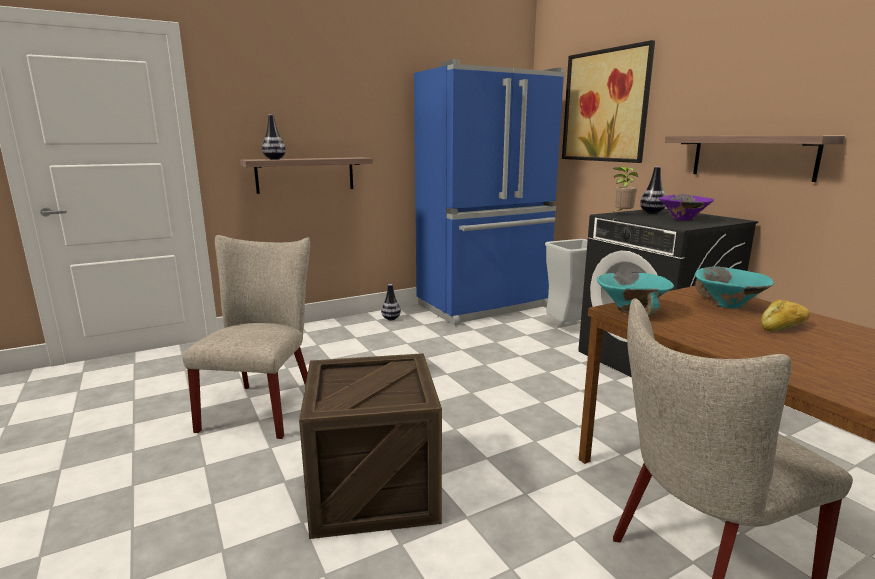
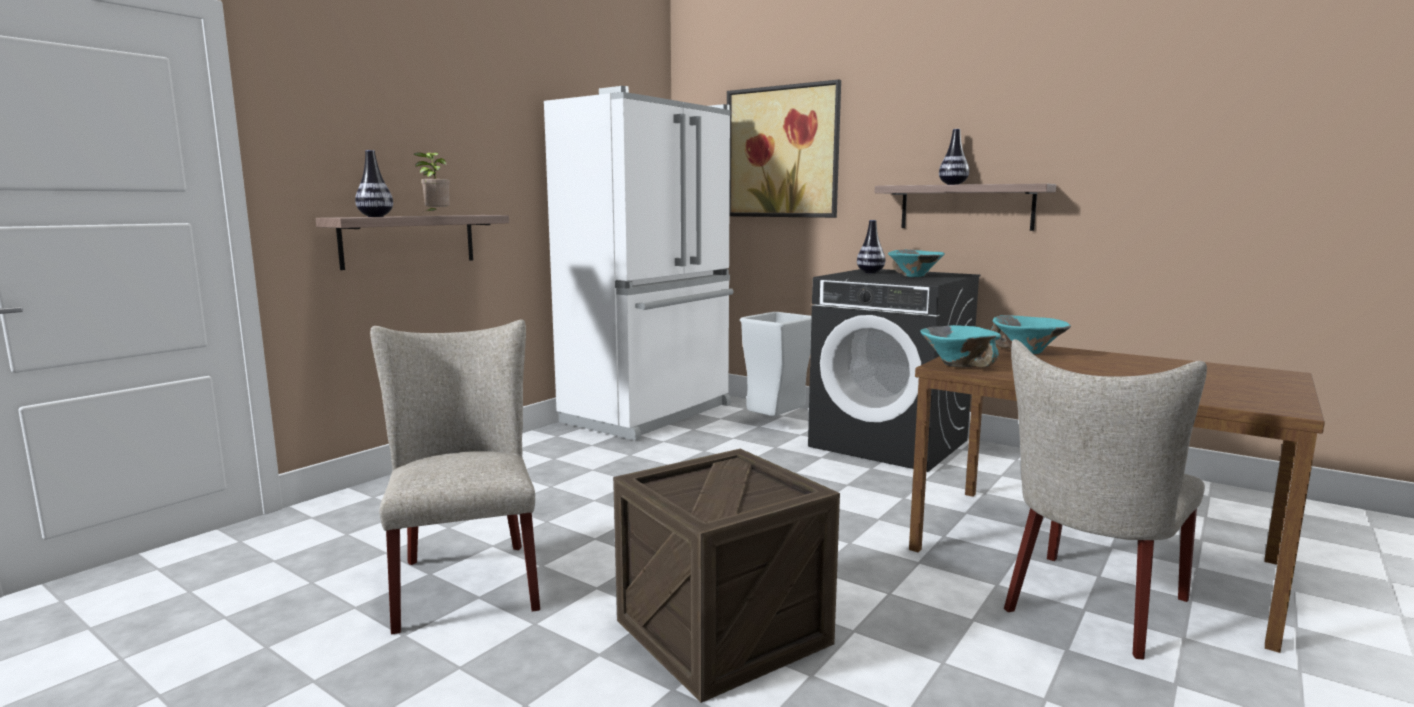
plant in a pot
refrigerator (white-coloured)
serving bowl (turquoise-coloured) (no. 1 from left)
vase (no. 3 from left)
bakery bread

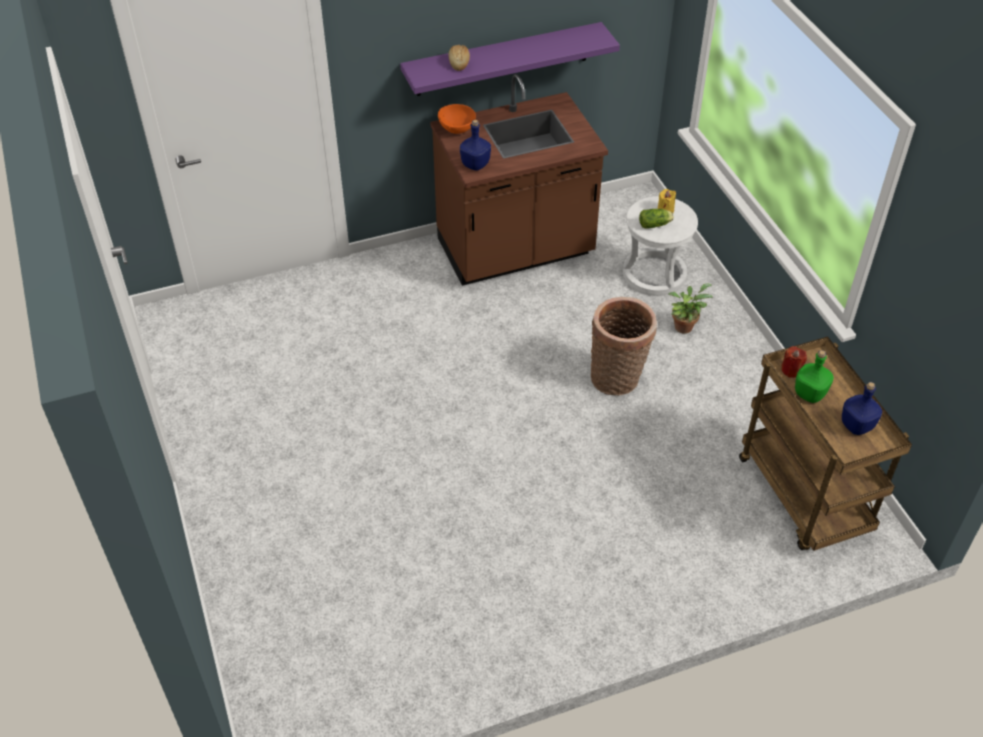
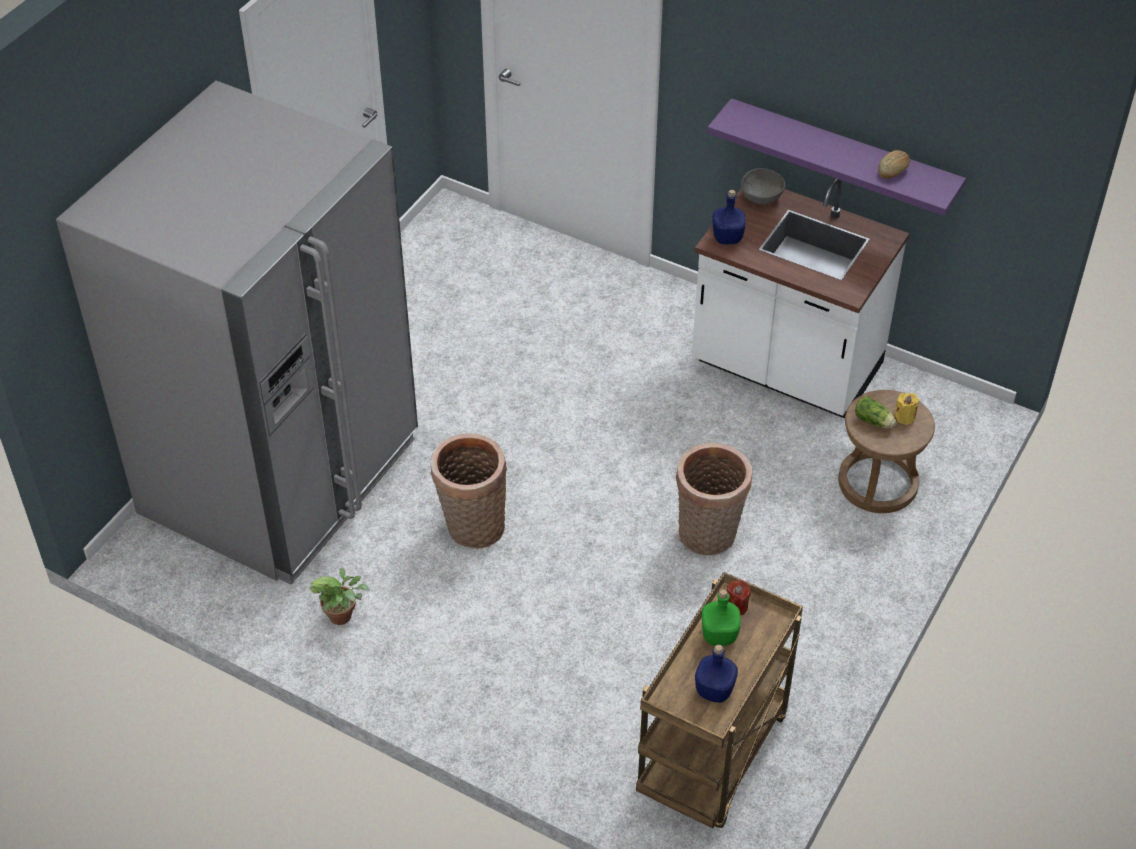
refrigerator (gray)
plant in a pot
household basket (no. 1 from left)
kitchen counter (white-coloured)
serving bowl (gray)
stool seat (brown)
bakery bread

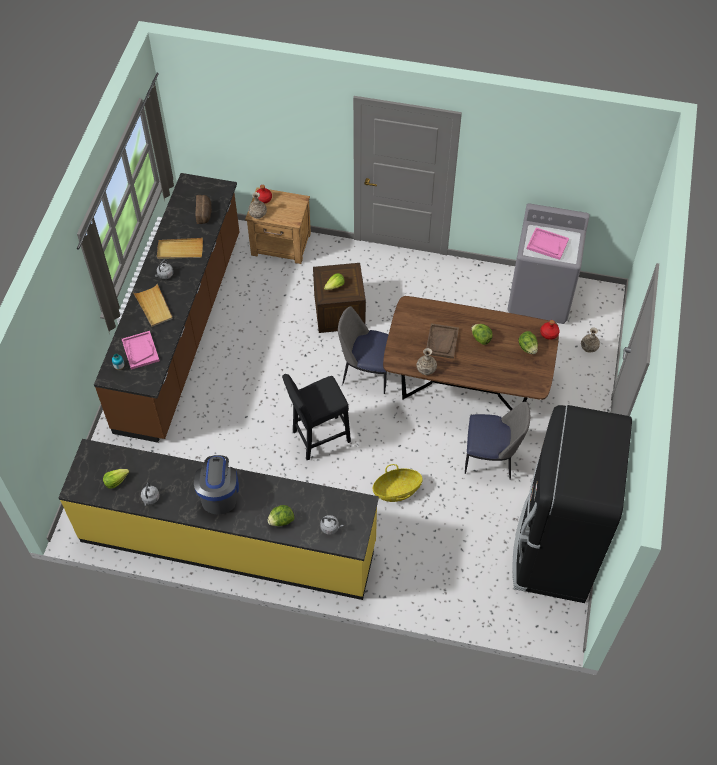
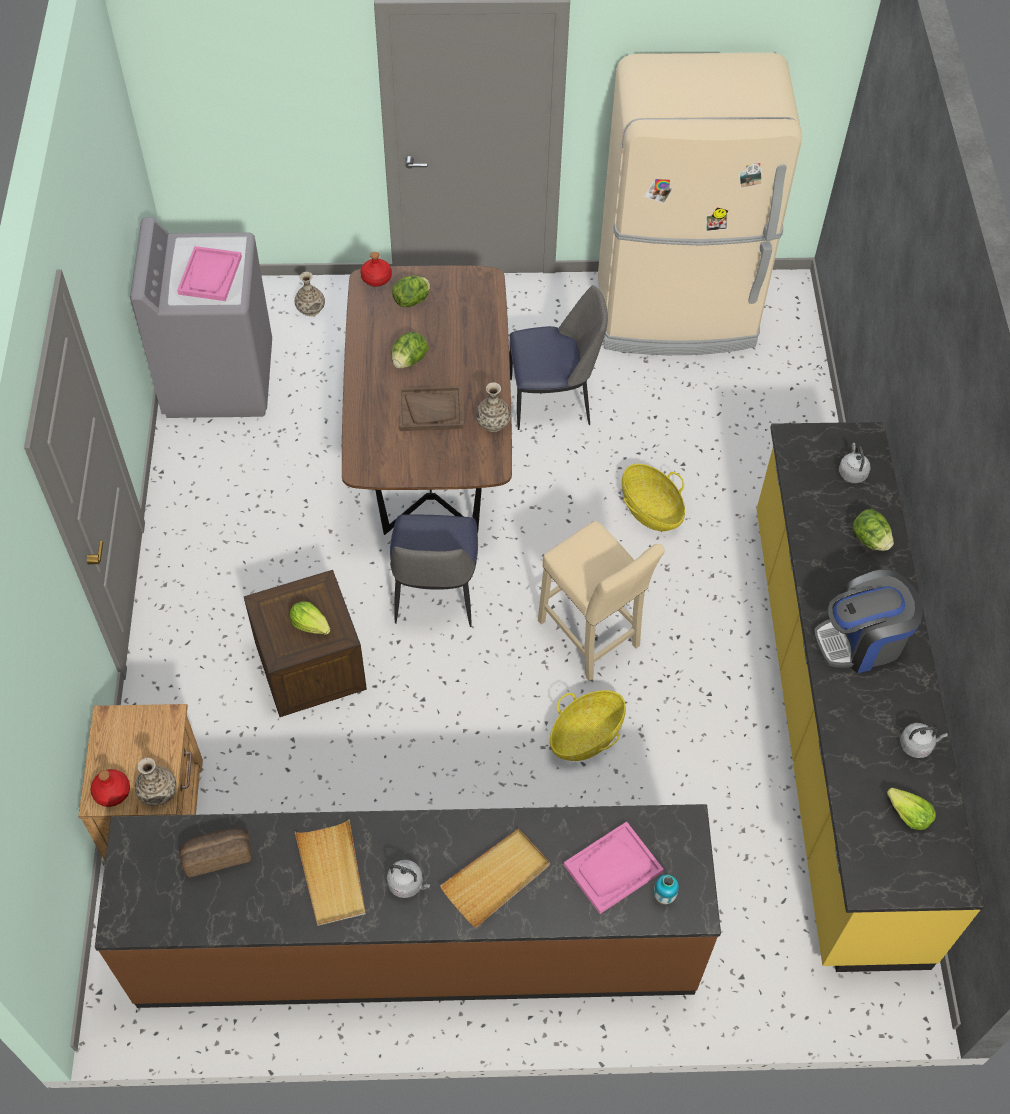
chair (no. 2 from left)
stool seat (beige-coloured)
household basket (no. 1 from left)
refrigerator (beige-coloured)

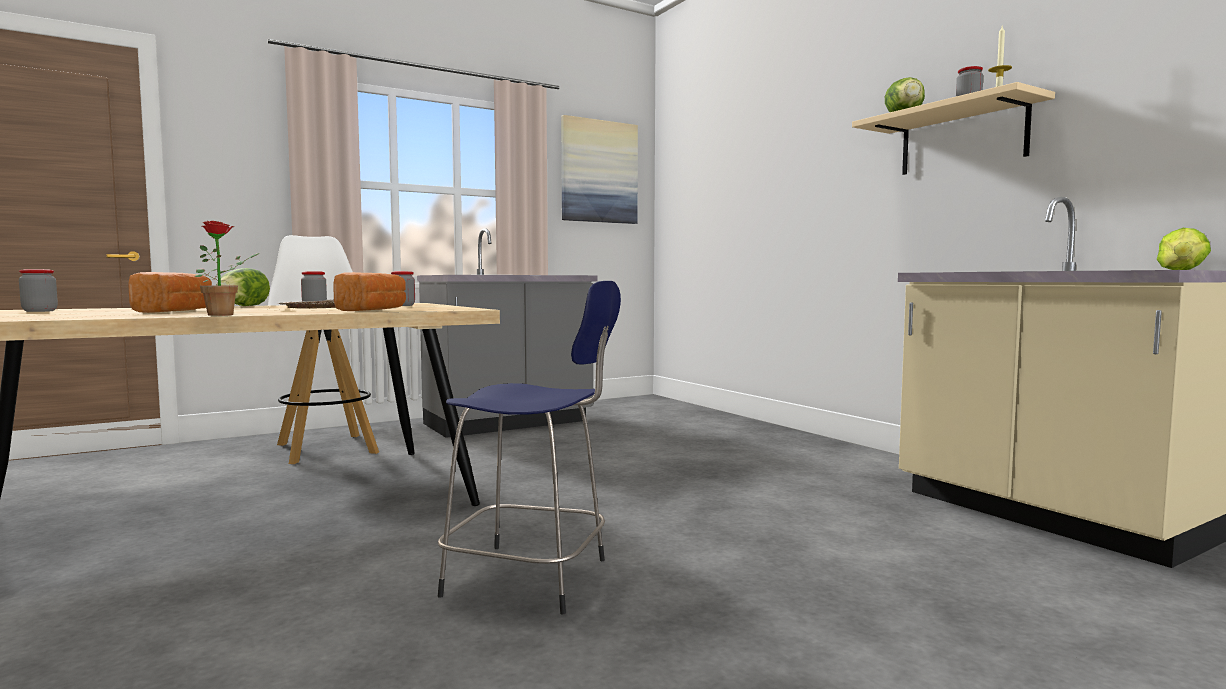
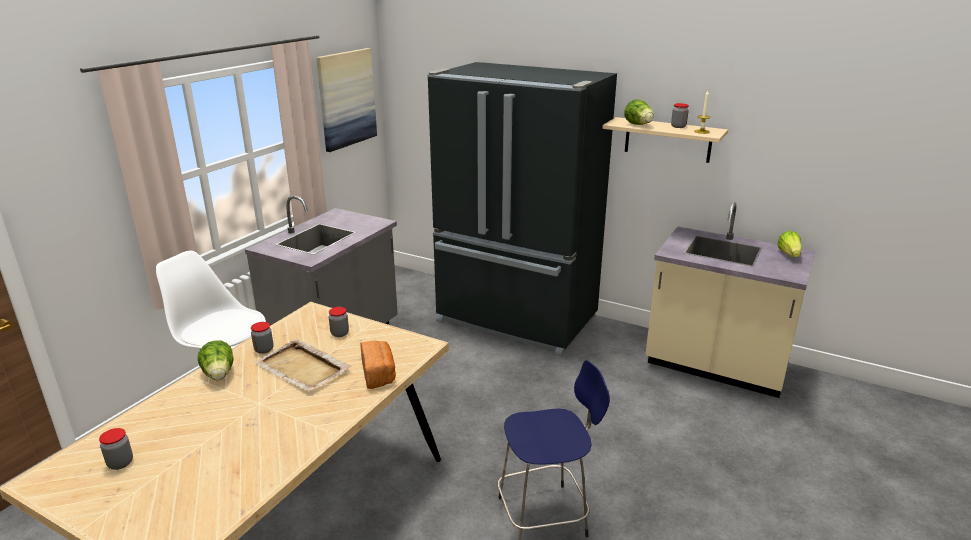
refrigerator (black-coloured)
bakery bread (no. 1 from left in the first image)
plant in a pot

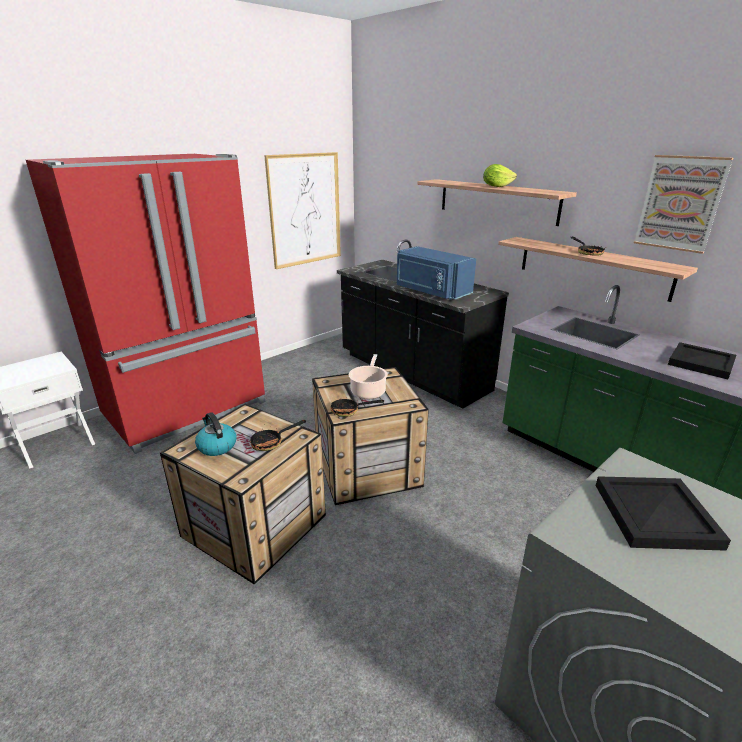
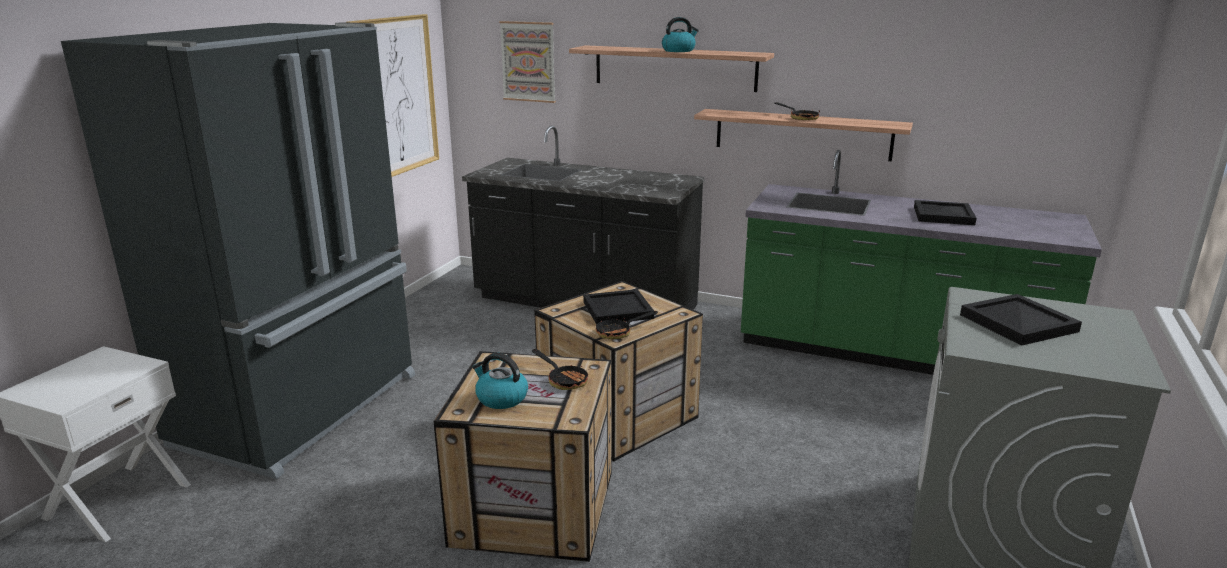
refrigerator (black-coloured)
picture (no. 2 from left)
frying pan (no. 1 from left)
tray (black-coloured) (no. 1 from left)
water kettle (no. 2 from left)
microwave (bluish)

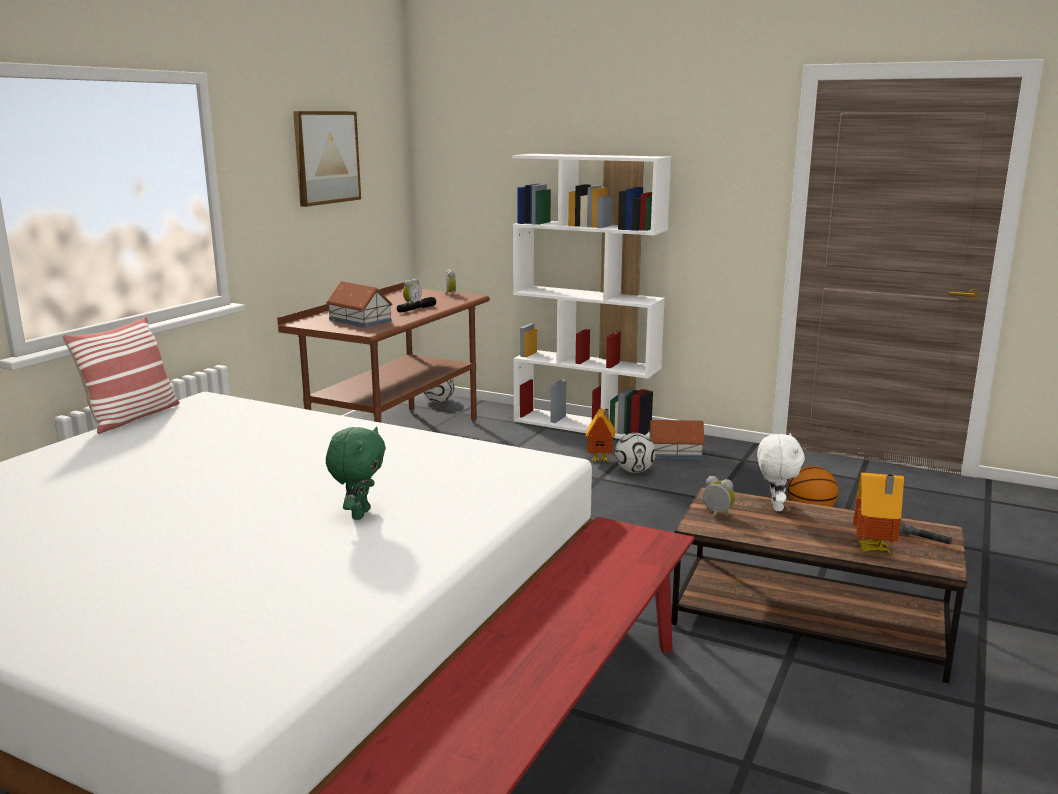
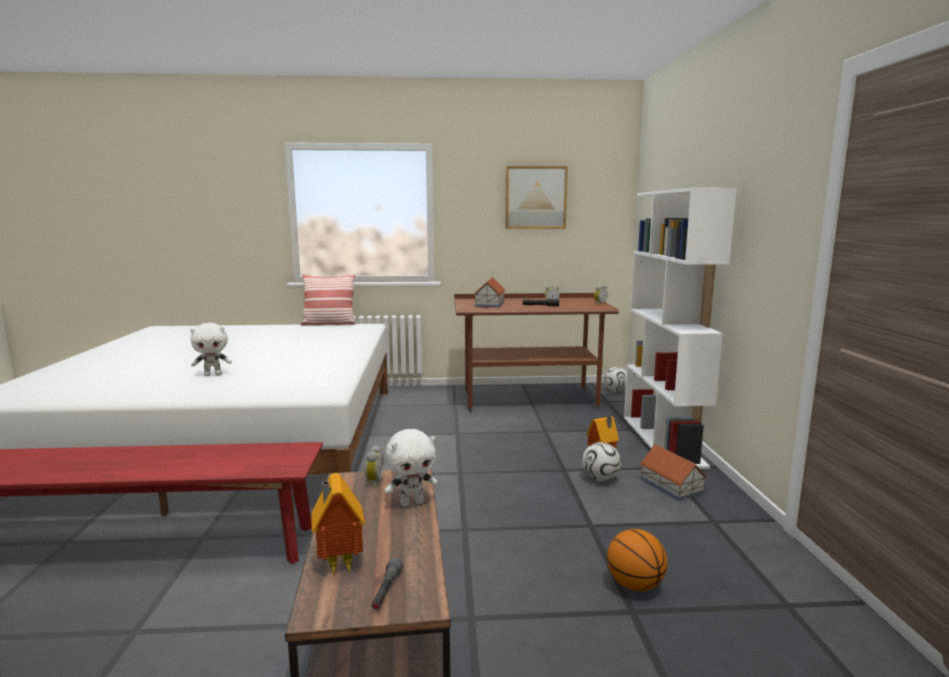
cuddly toy (white-coloured) (no. 1 from left)

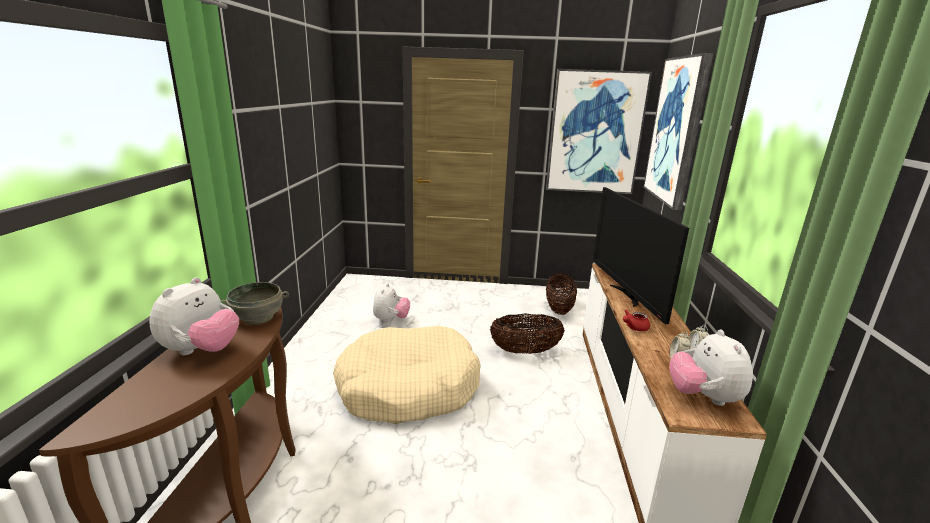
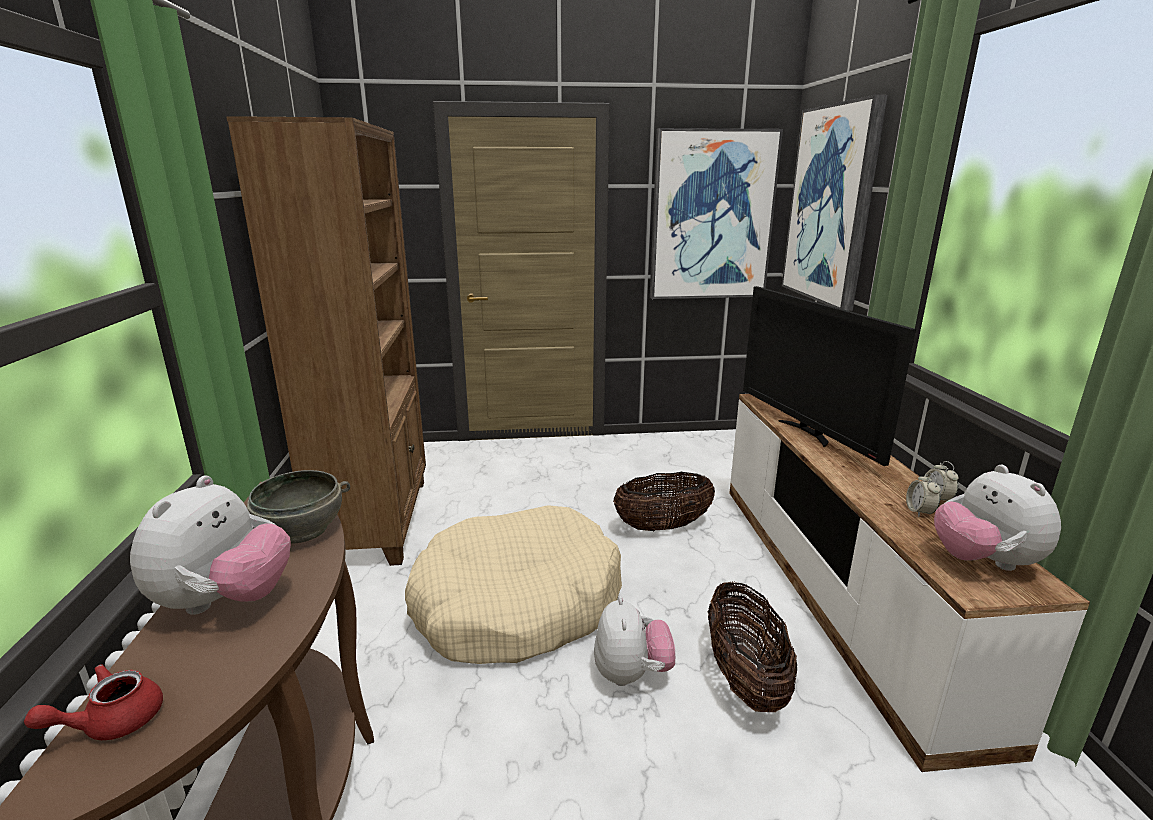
pot for tea (red-coloured)
bookcase (brown)
cuddly toy (no. 2 from left)
household basket (no. 2 from left)

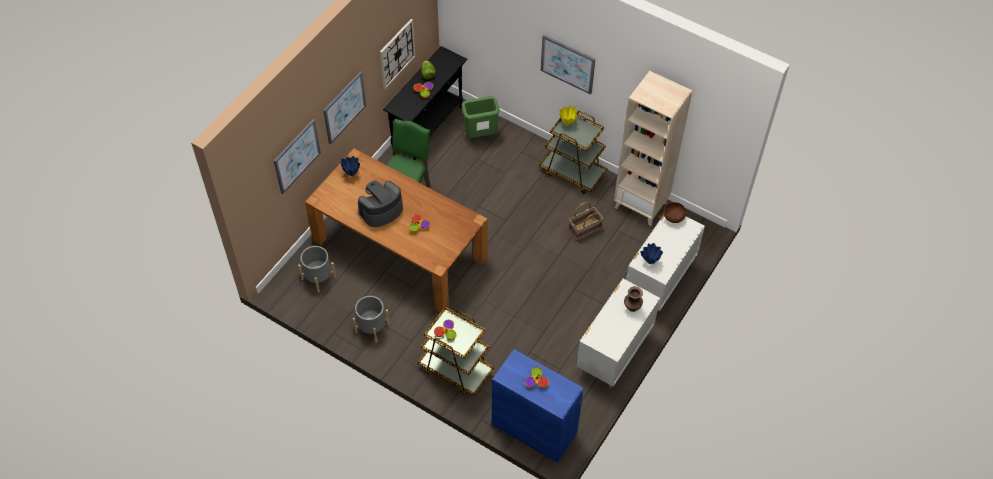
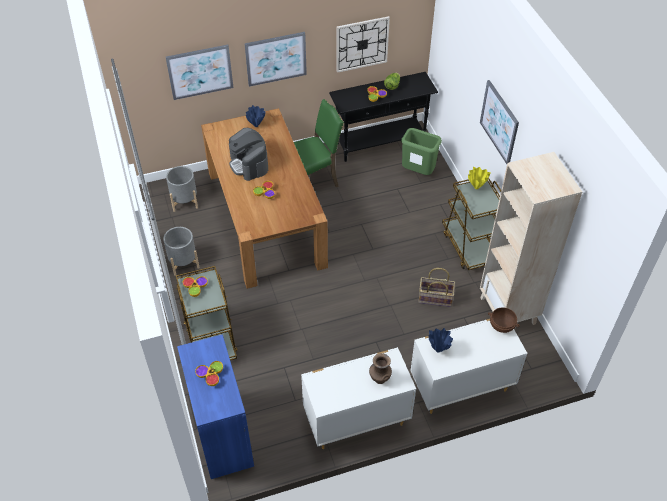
coffee maker

